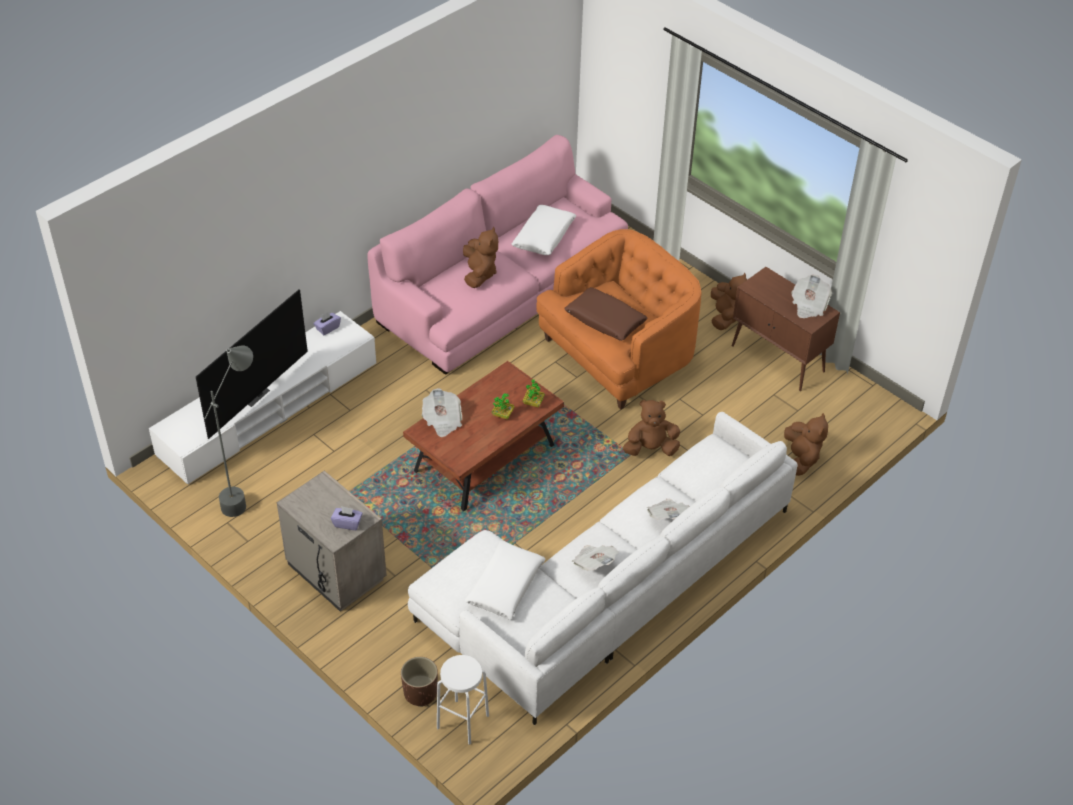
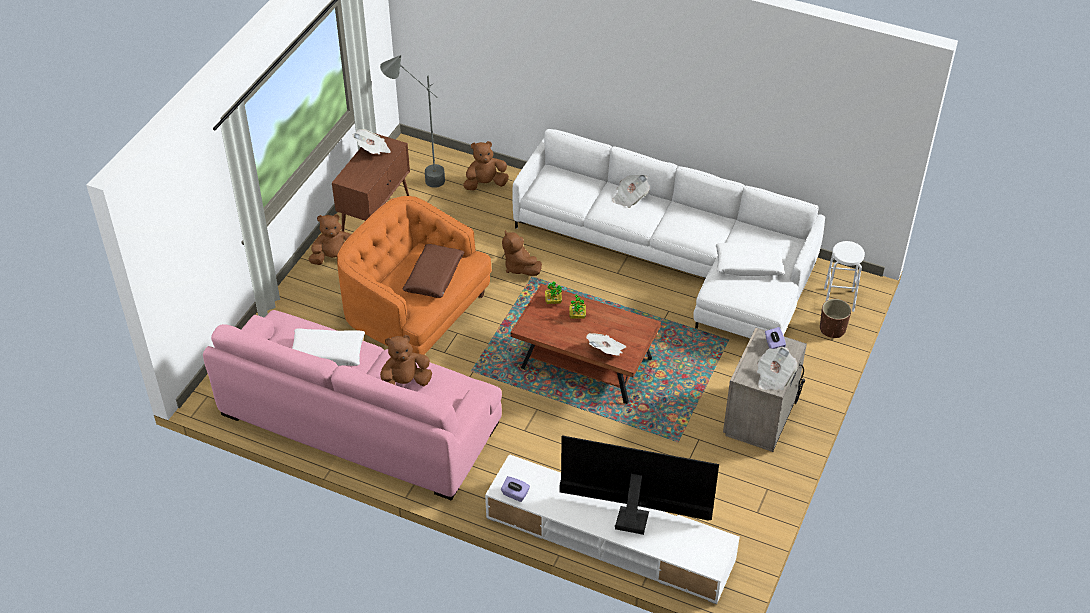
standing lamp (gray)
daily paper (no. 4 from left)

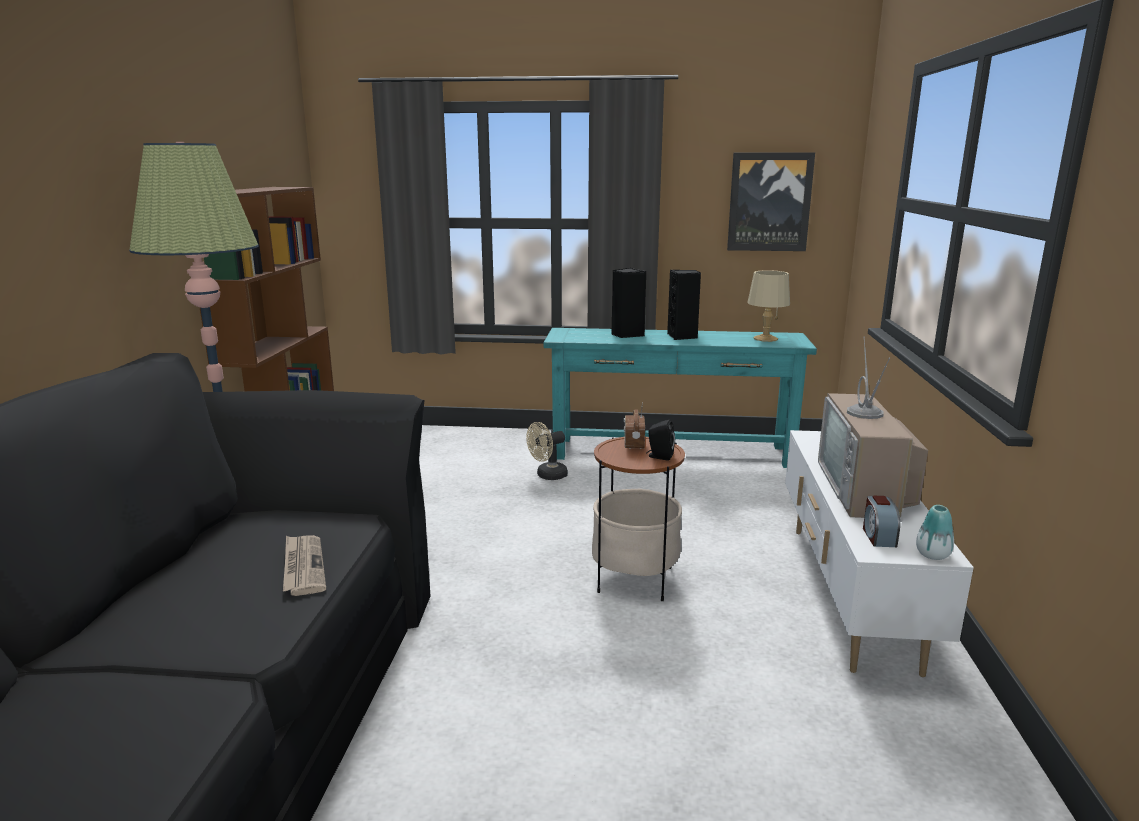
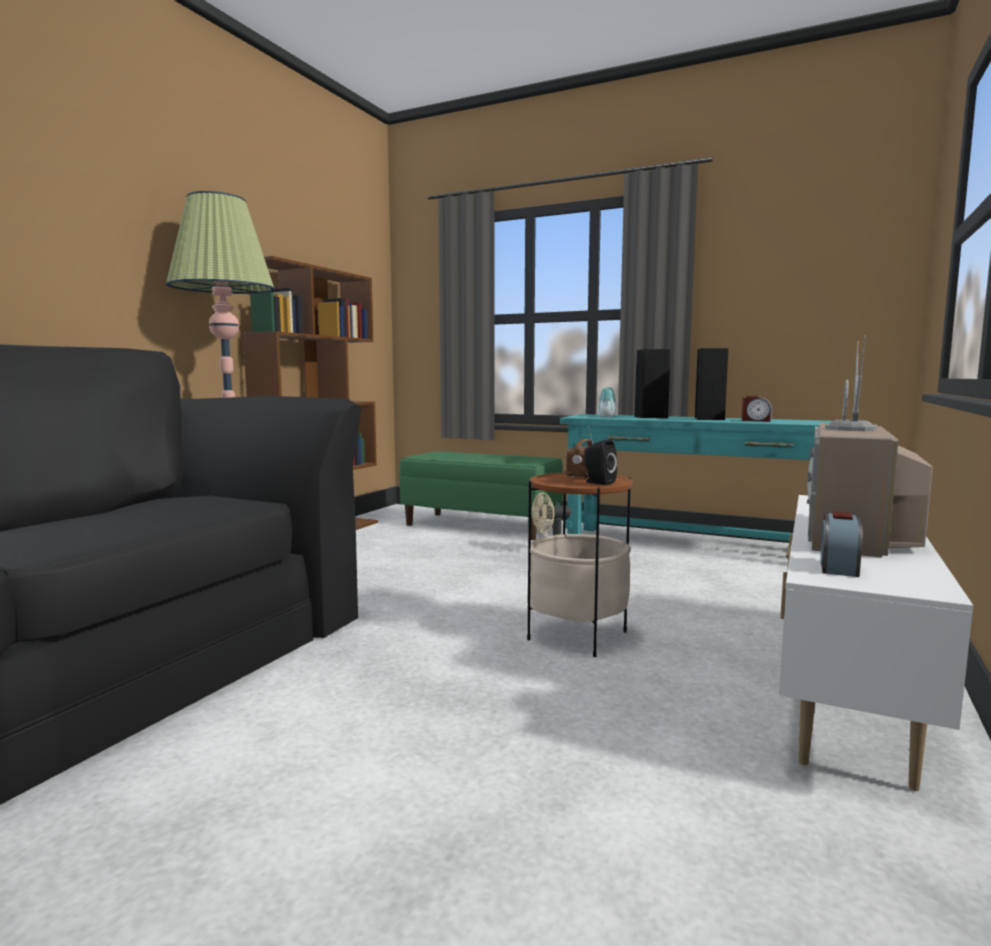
long seat (greenish)
vase
bedside clock (no. 1 from left)
daily paper
picture
table lamp (beige-coloured)

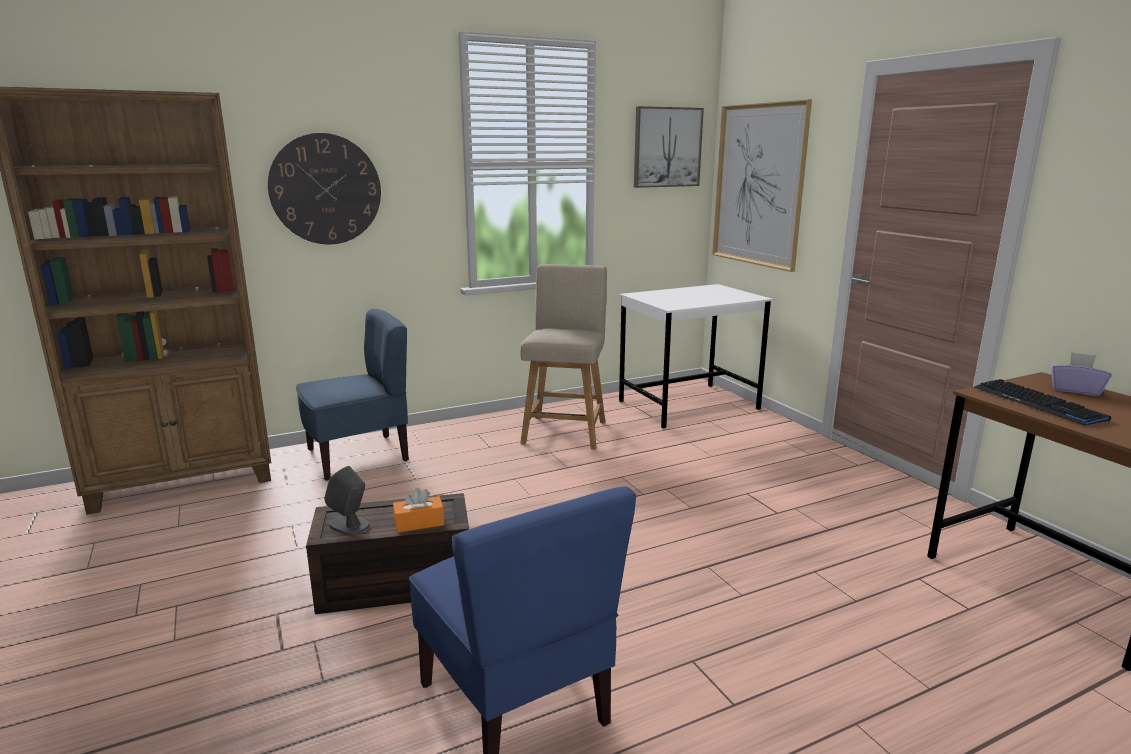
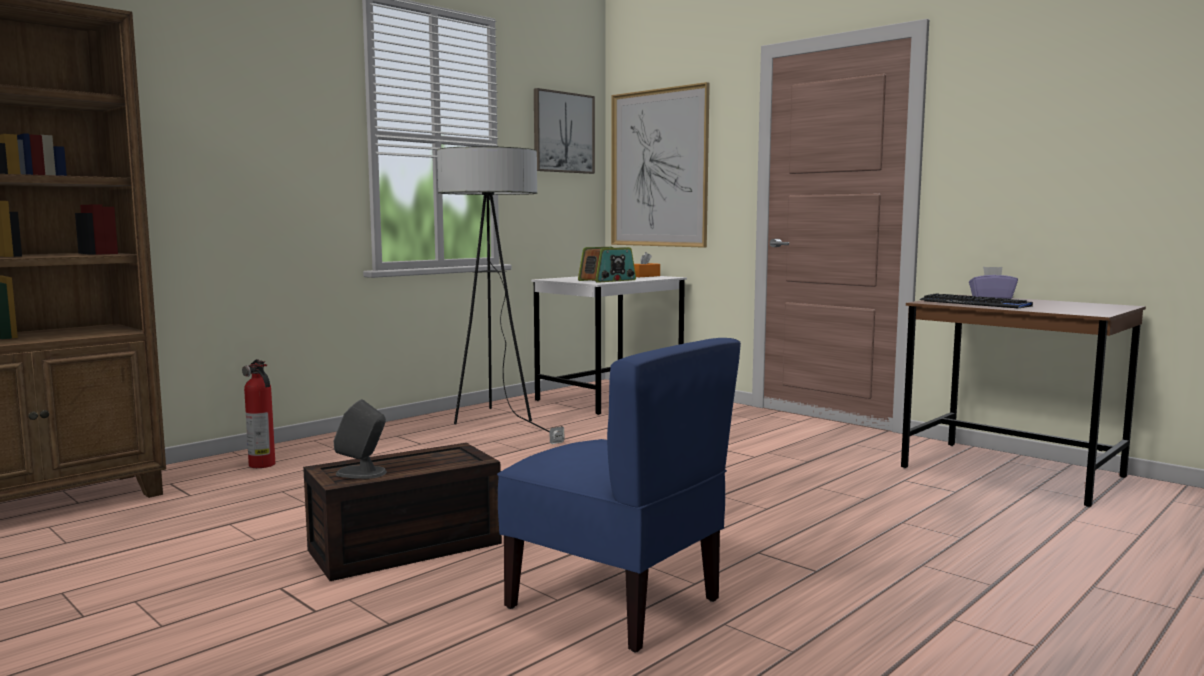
fire extinguisher
standing lamp
radio
tissue box (orangey)
clock on the wall

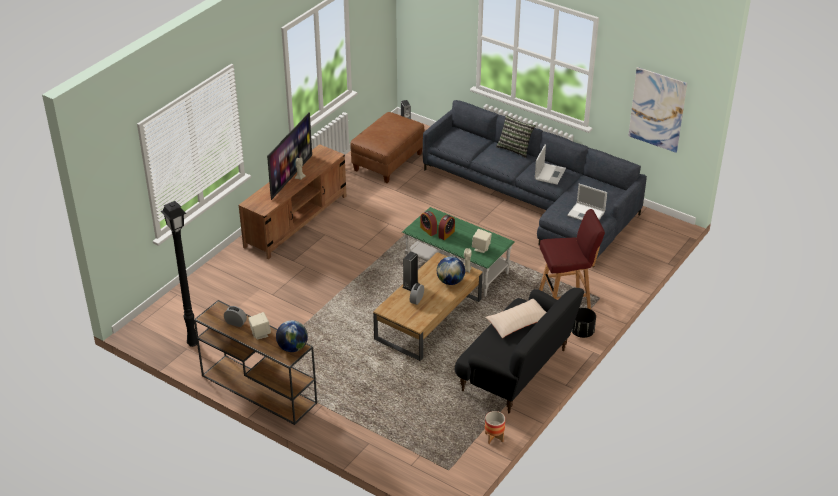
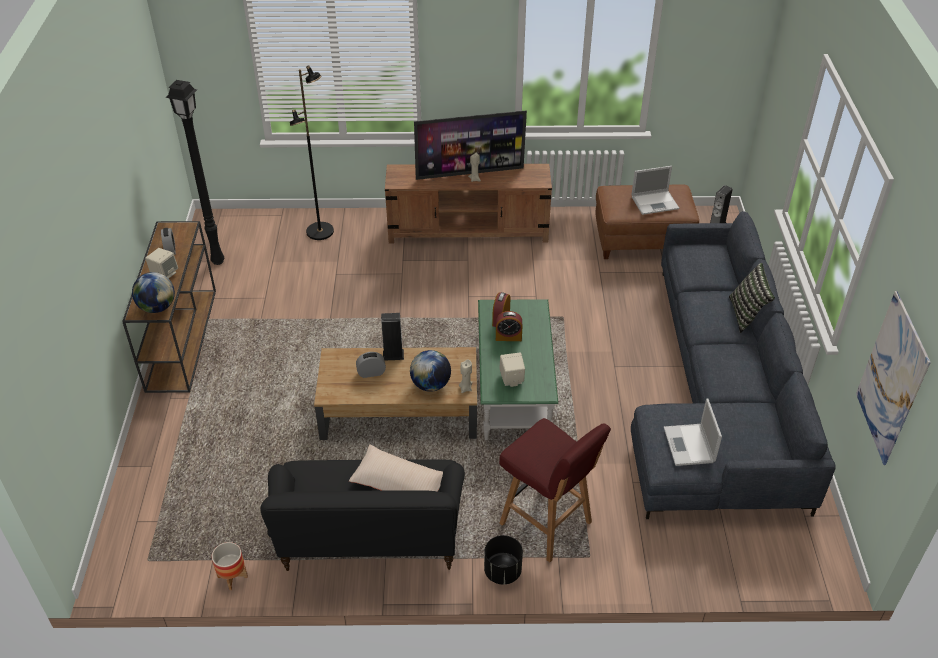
standing lamp (black-coloured) (no. 2 from left)
portable computer (no. 1 from left)

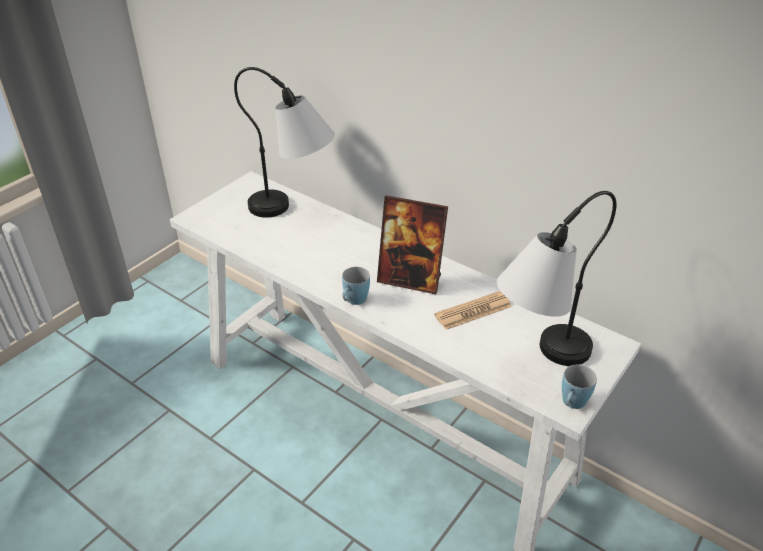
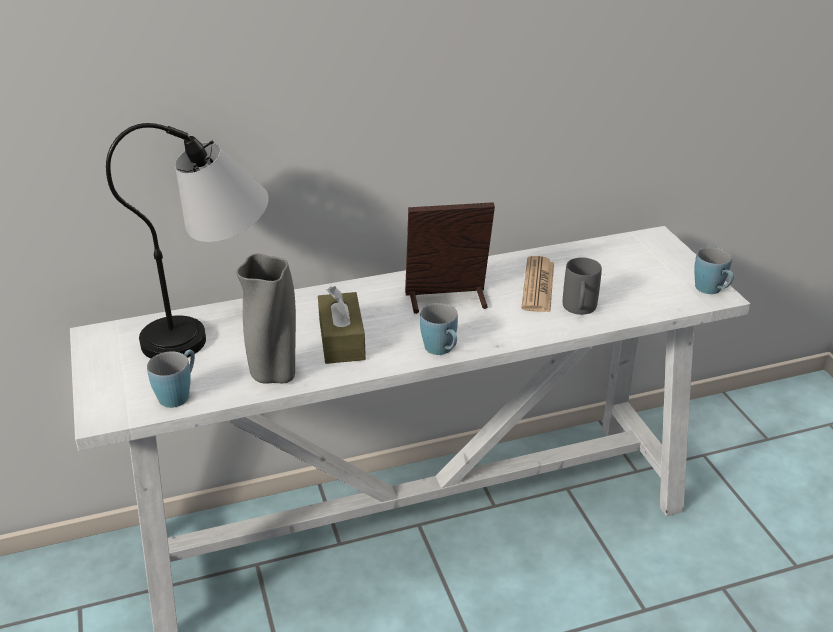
tea mug (bluish) (no. 1 from left)
vase (gray)
tissue box (brown)
picture frame
tea mug (gray)
table lamp (no. 2 from left in the first image)

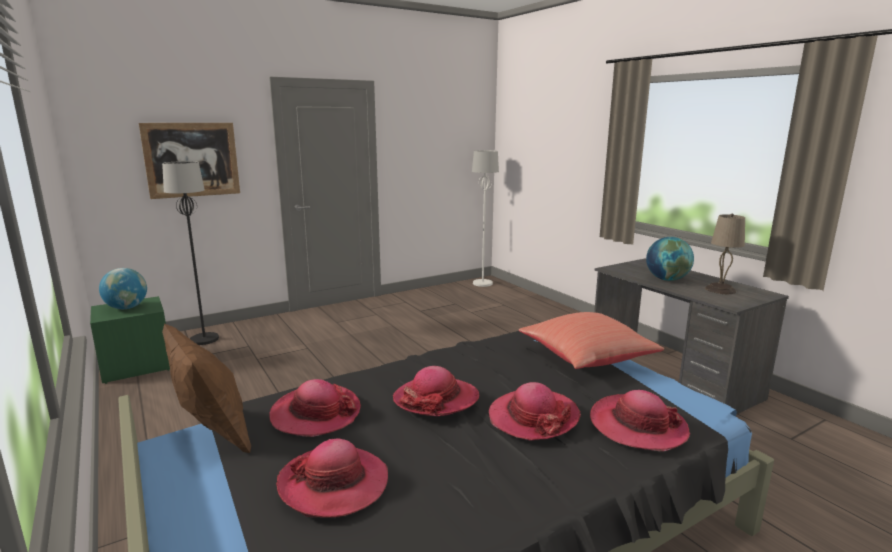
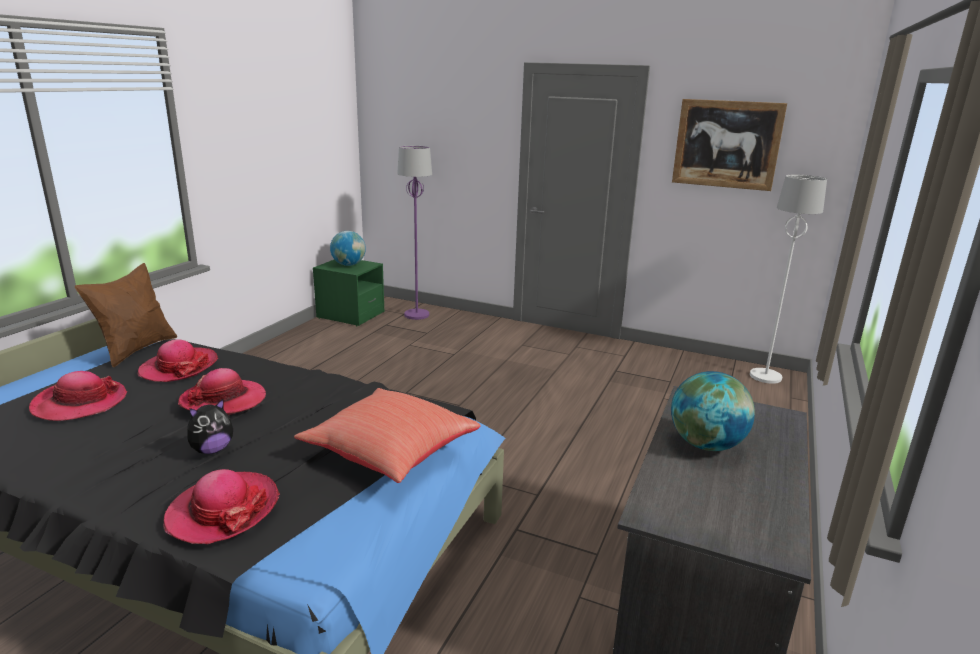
cuddly toy
standing lamp (purple)
picture
table lamp (beige-coloured)

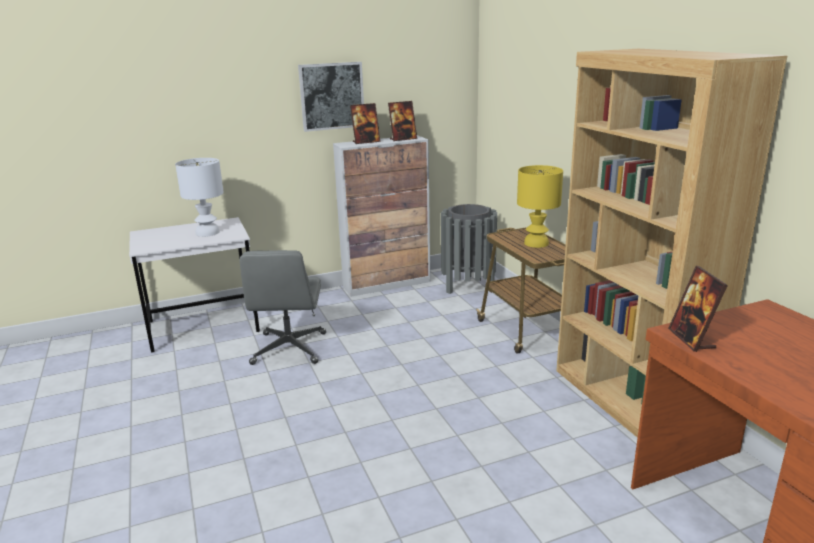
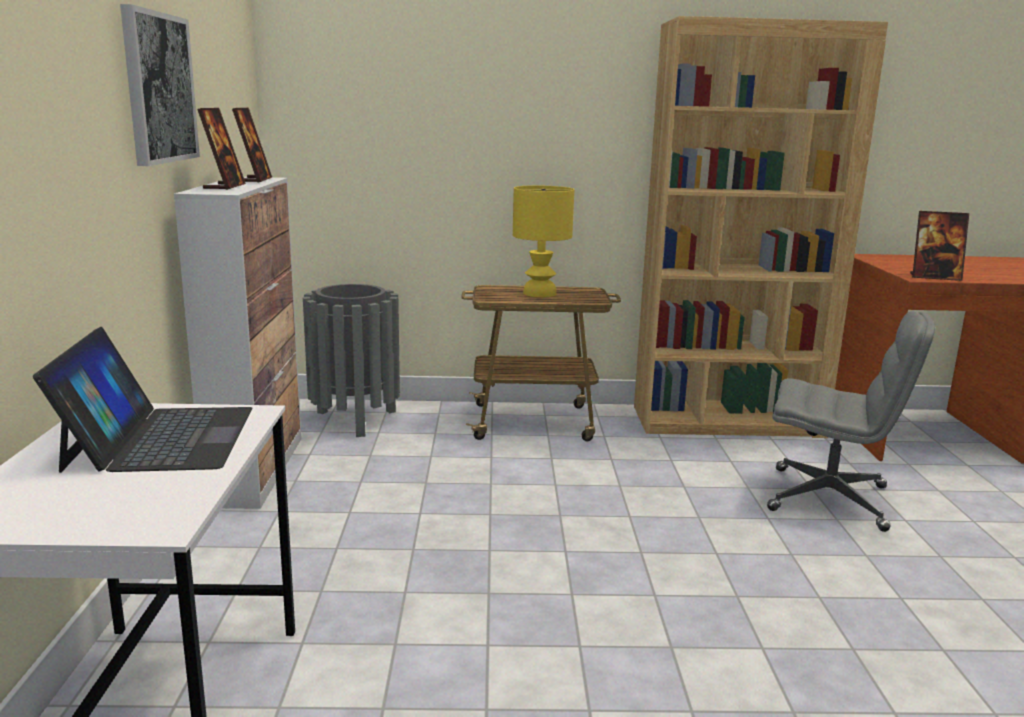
portable computer
office chair (gray)

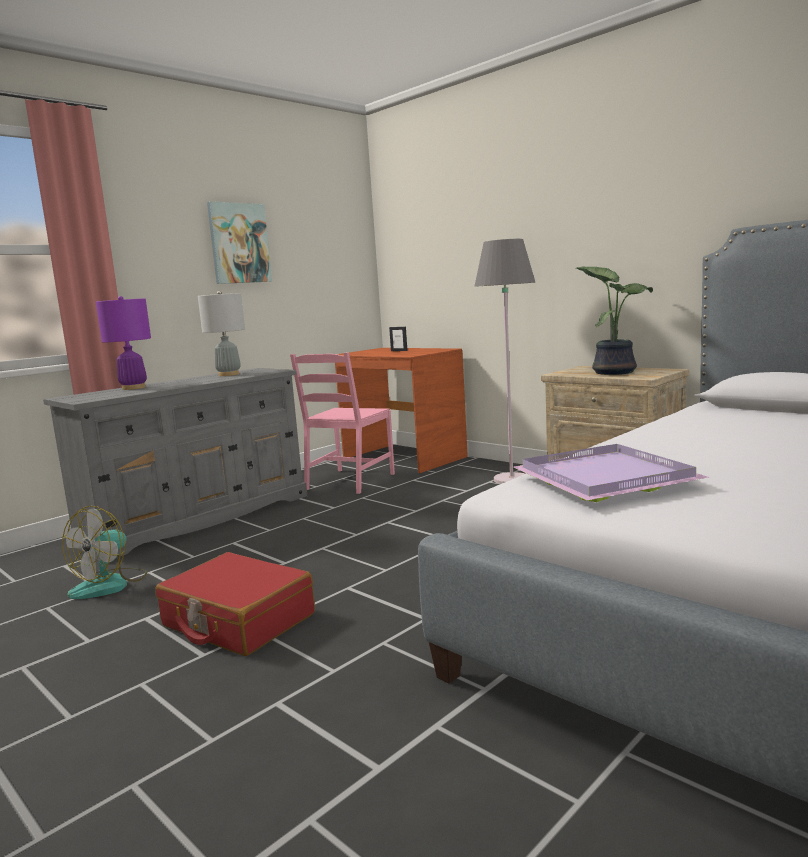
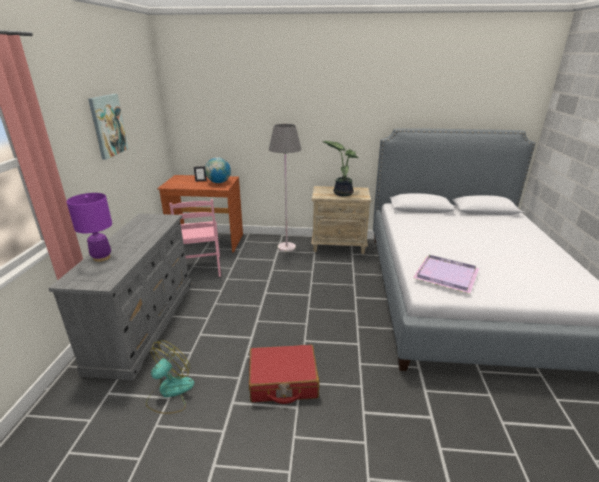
fan
globe
table lamp (gray)

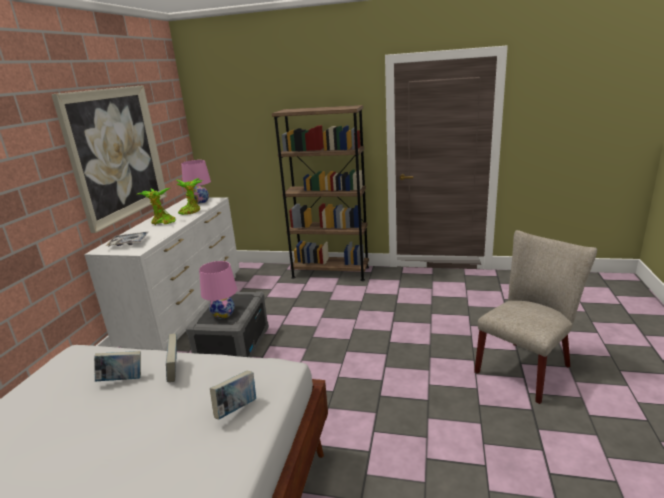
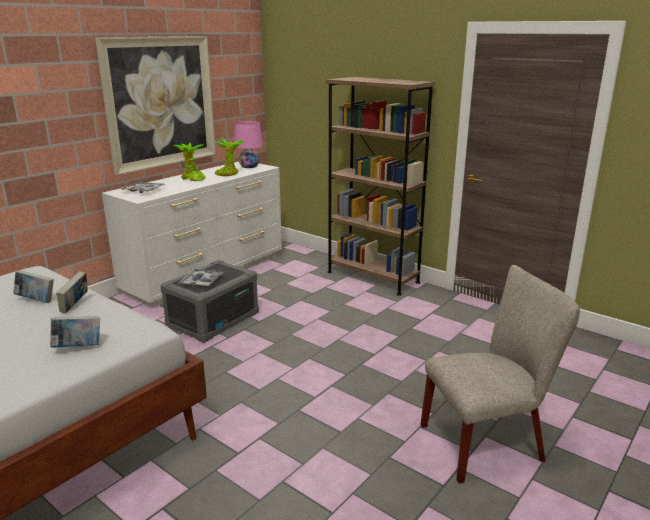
tray (no. 2 from left)

